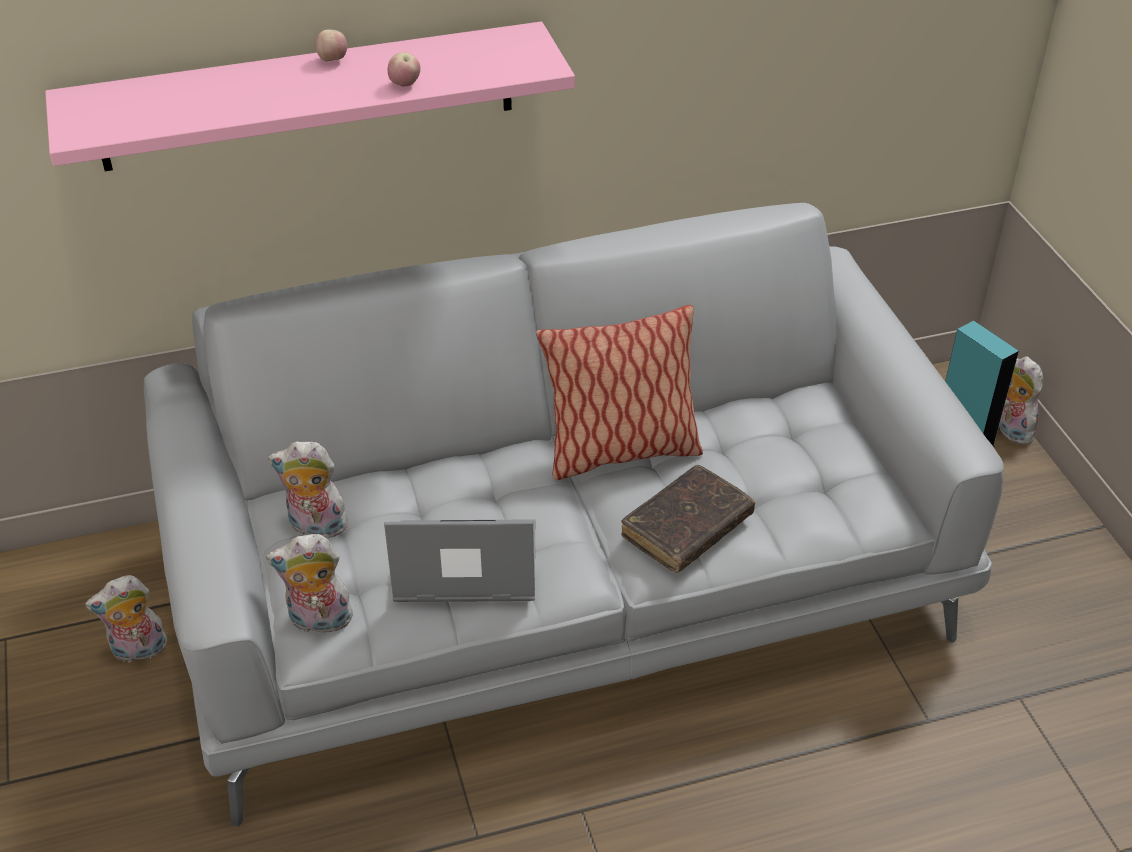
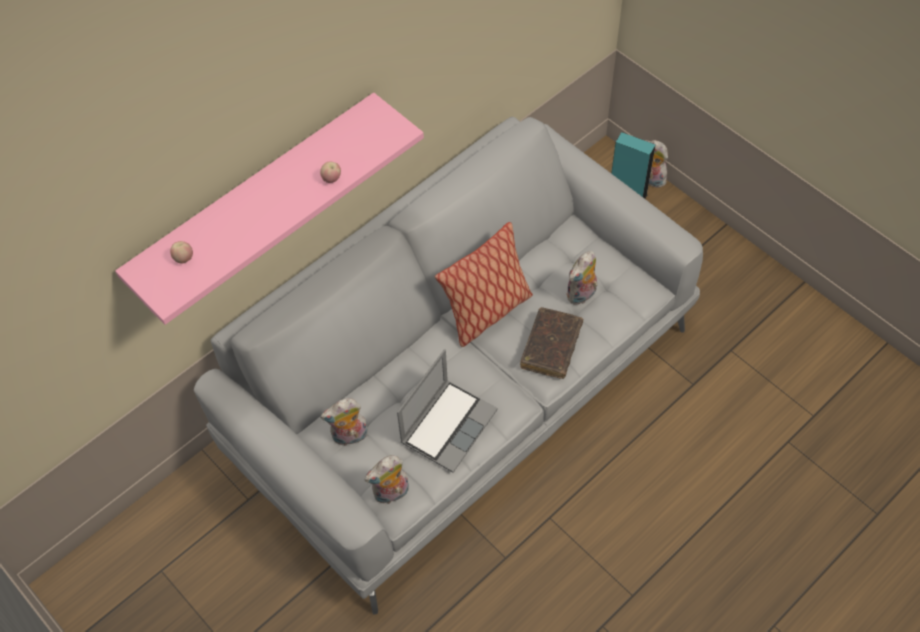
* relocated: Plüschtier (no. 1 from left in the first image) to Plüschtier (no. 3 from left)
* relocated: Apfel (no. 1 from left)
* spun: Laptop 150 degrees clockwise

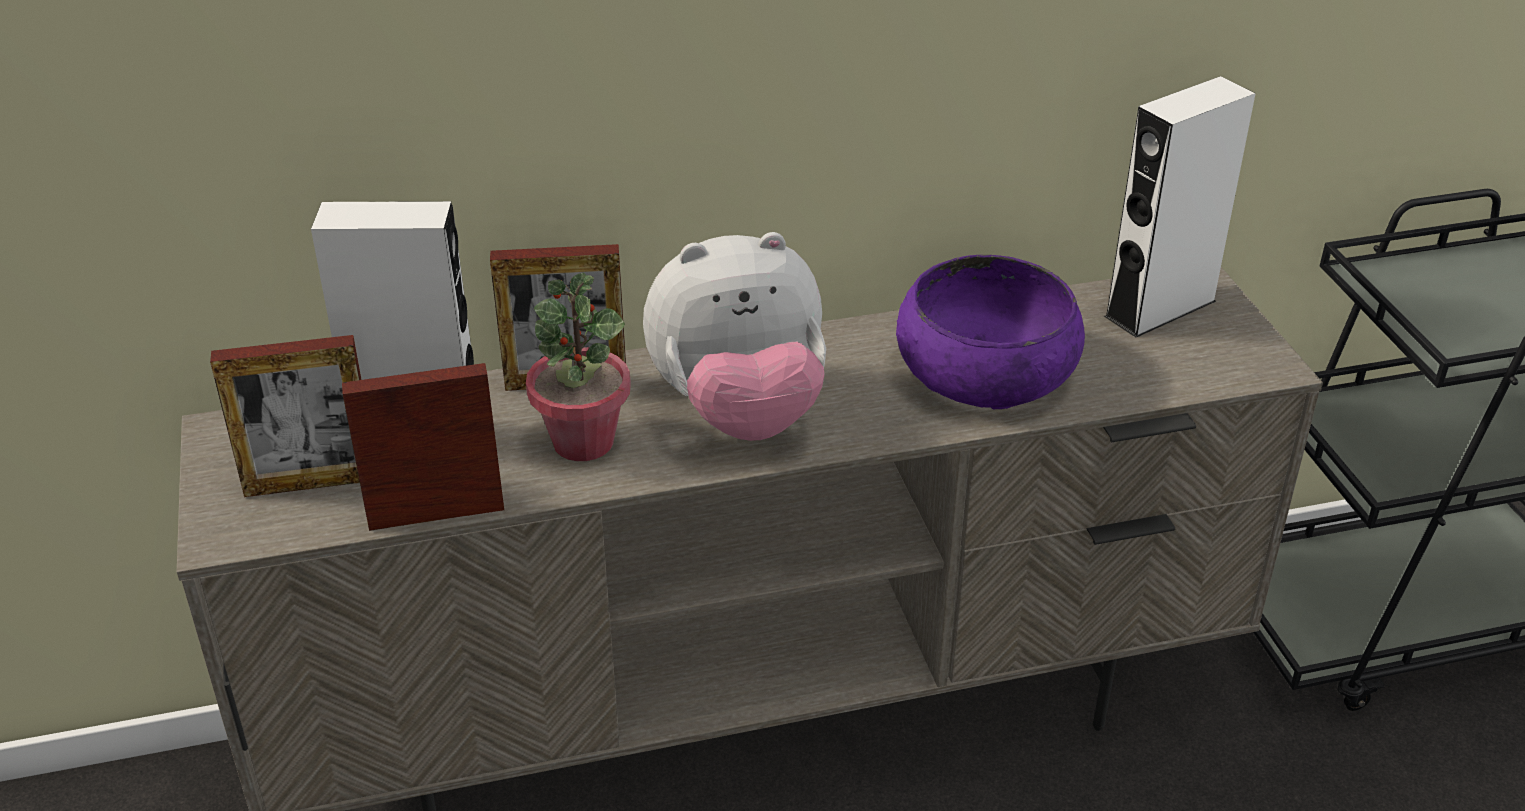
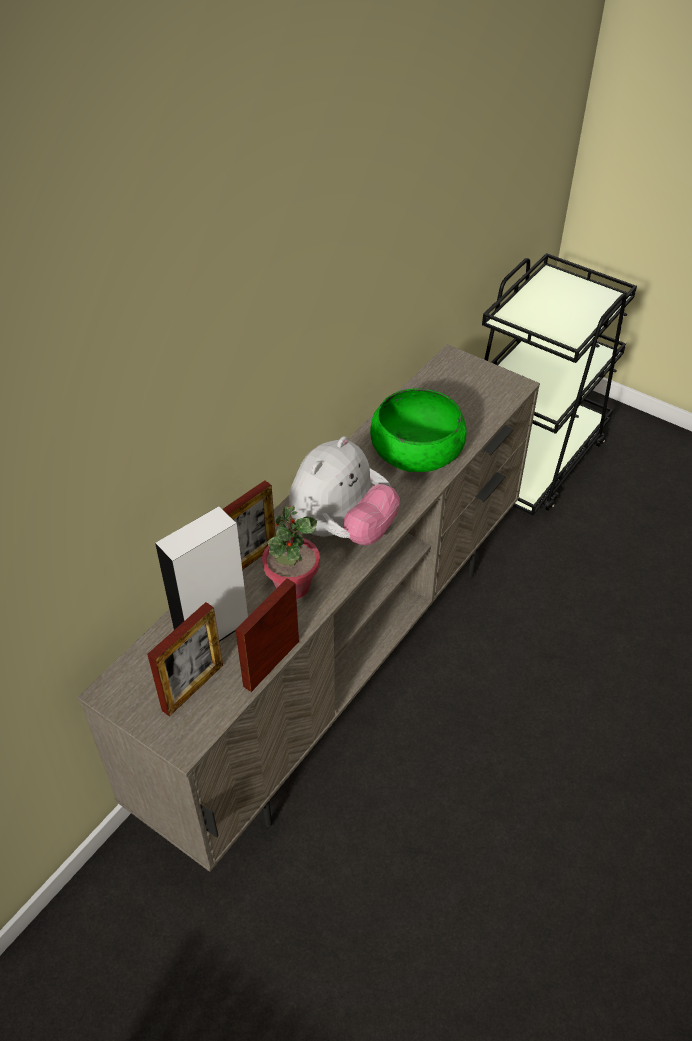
* missing: Lautsprecher [weiß] (no. 2 from left)
* colour: Schüssel [lila] to Schüssel [grün]

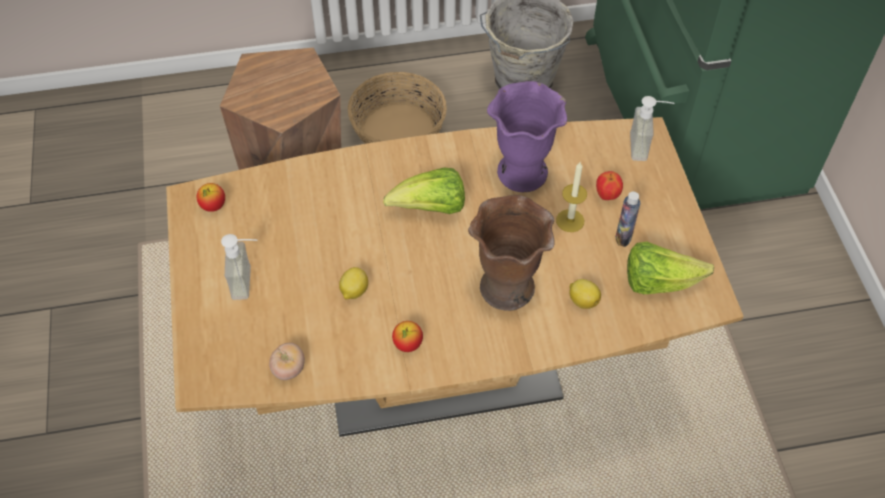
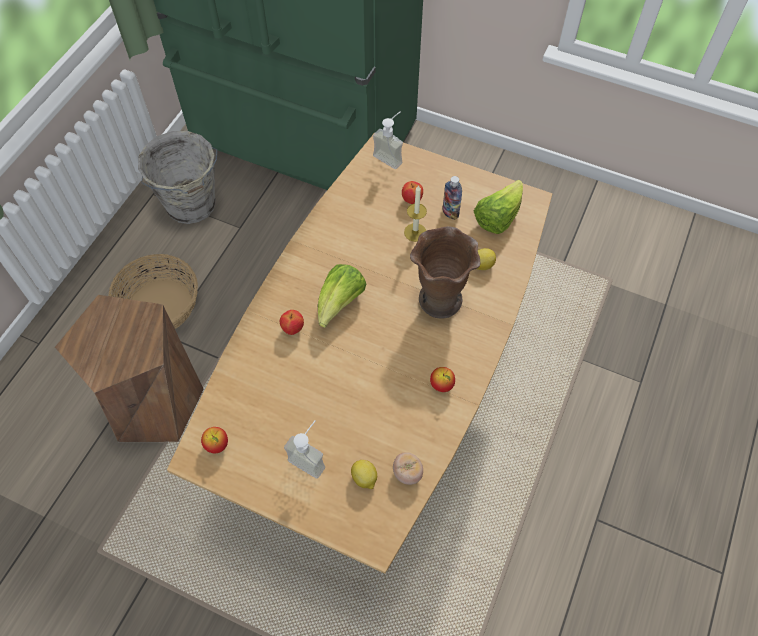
* missing: Vase [lila]
* appeared: Apfel (no. 2 from left)
* relocated: Zitrone (no. 1 from left)

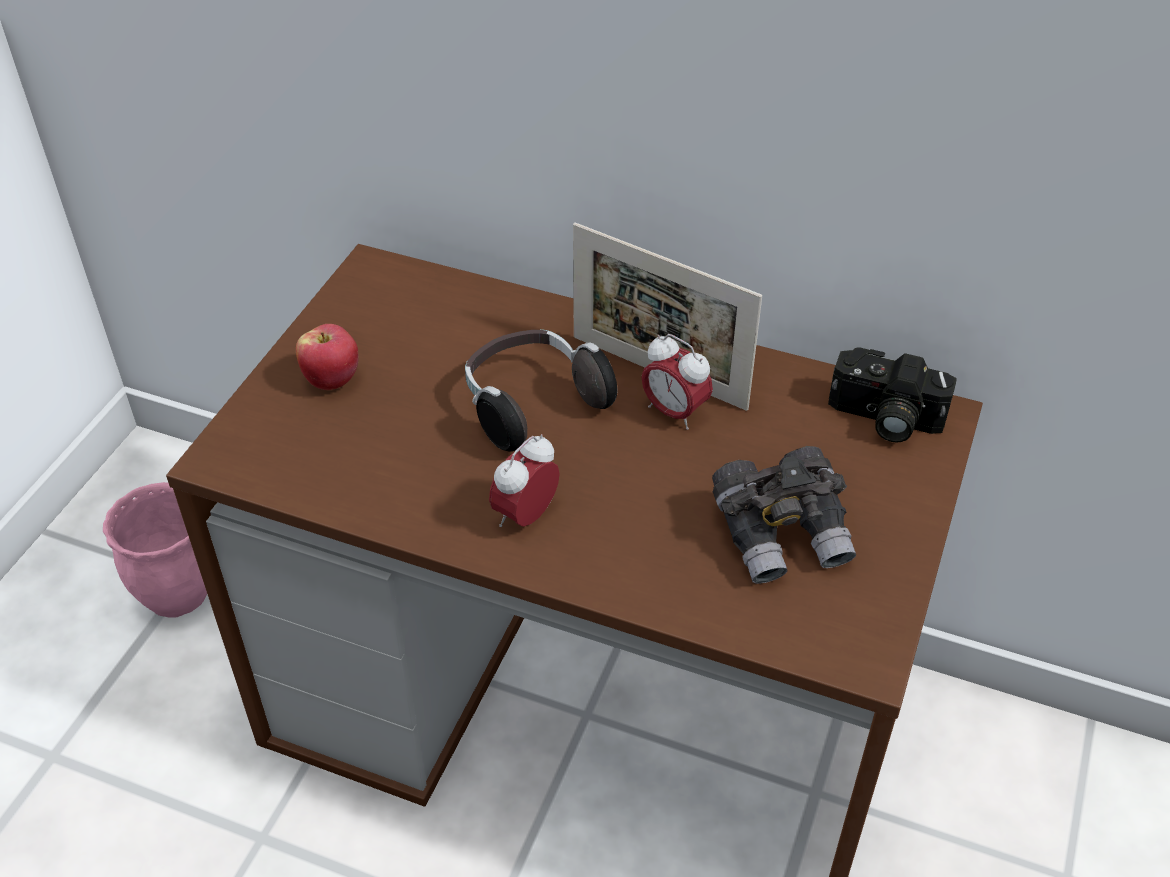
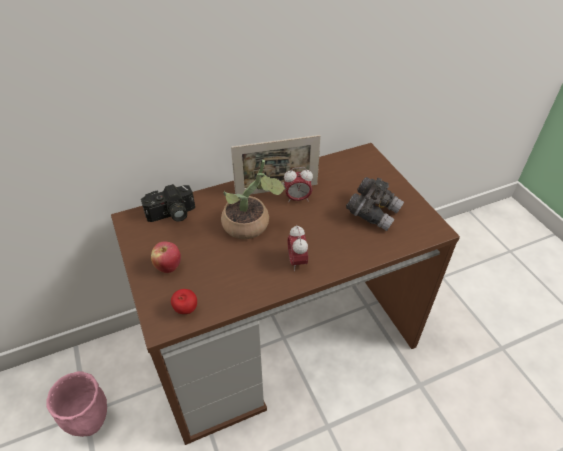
* appeared: Apfel (no. 2 from left)
* relocated: Kamera
* exchanged: Kopfhörer to Topfpflanze

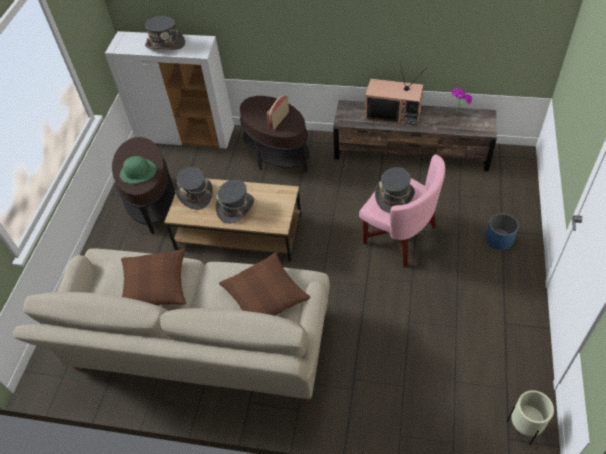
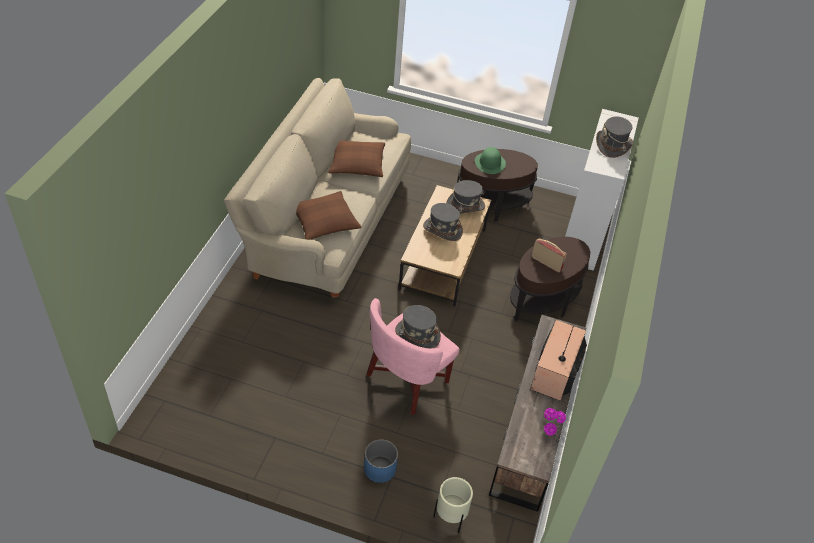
* relocated: Pflanzkübel [beige]

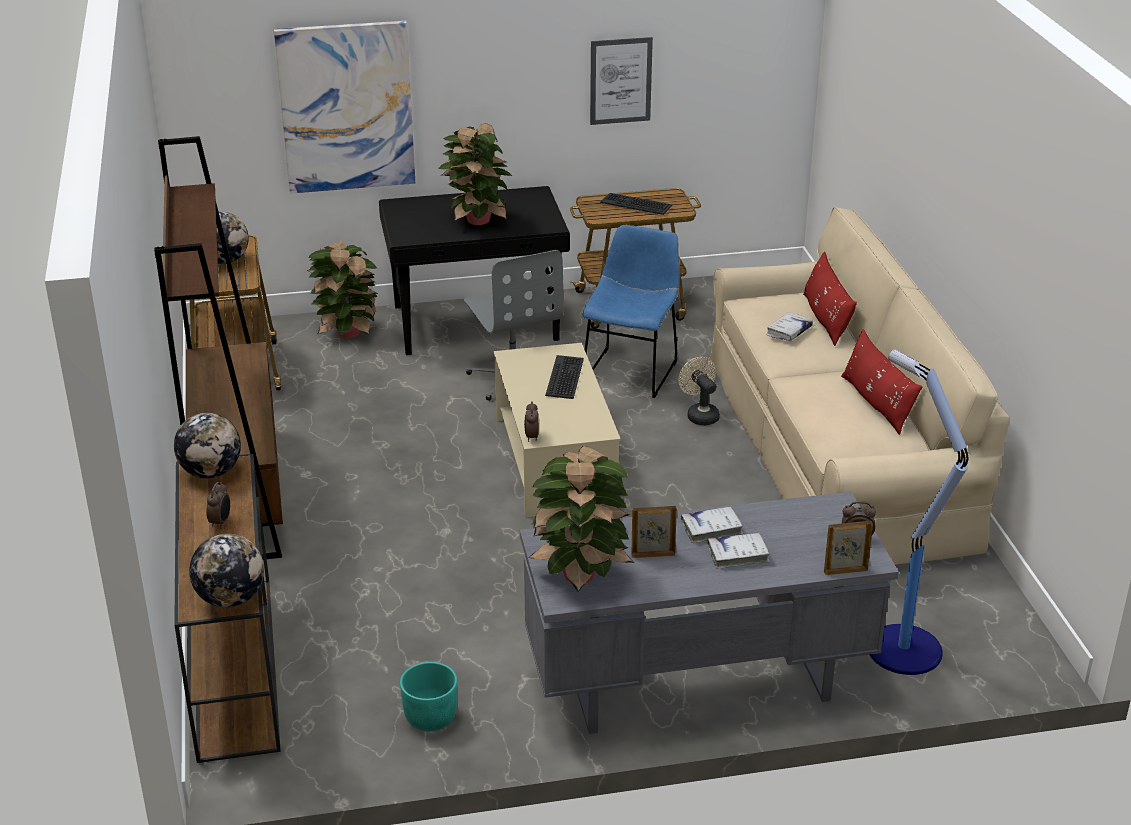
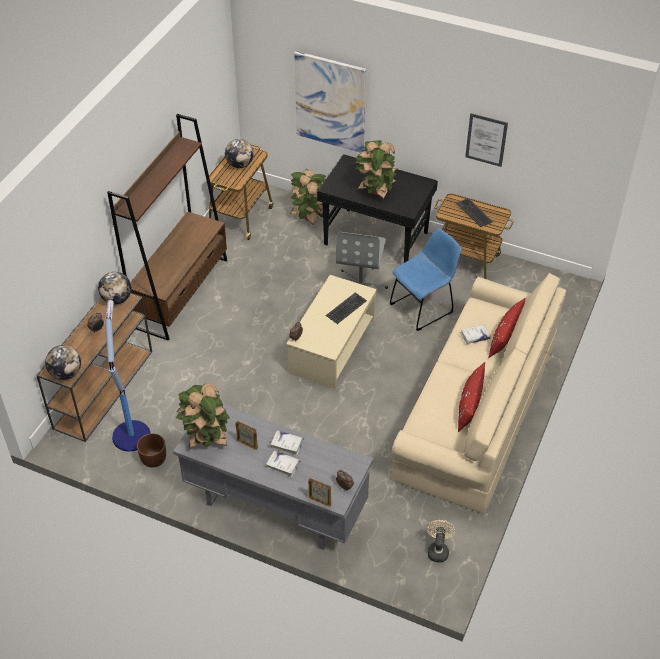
* relocated: Ventilator [beige]
* relocated: Stehlampe
* colour: Pflanzkübel [türkis] to Pflanzkübel [braun]

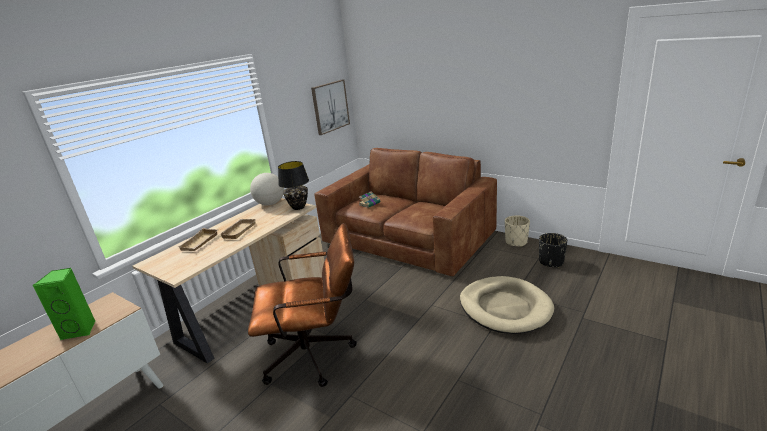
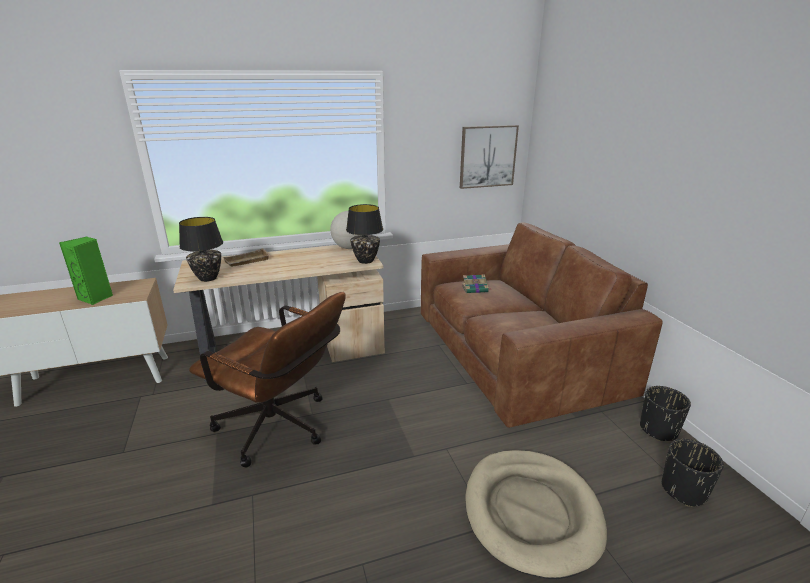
* missing: Tablett [beige] (no. 2 from left)
* appeared: Tischlampe [schwarz] (no. 1 from left)
* colour: Pflanzkübel [beige] to Pflanzkübel [schwarz] (no. 1 from left)

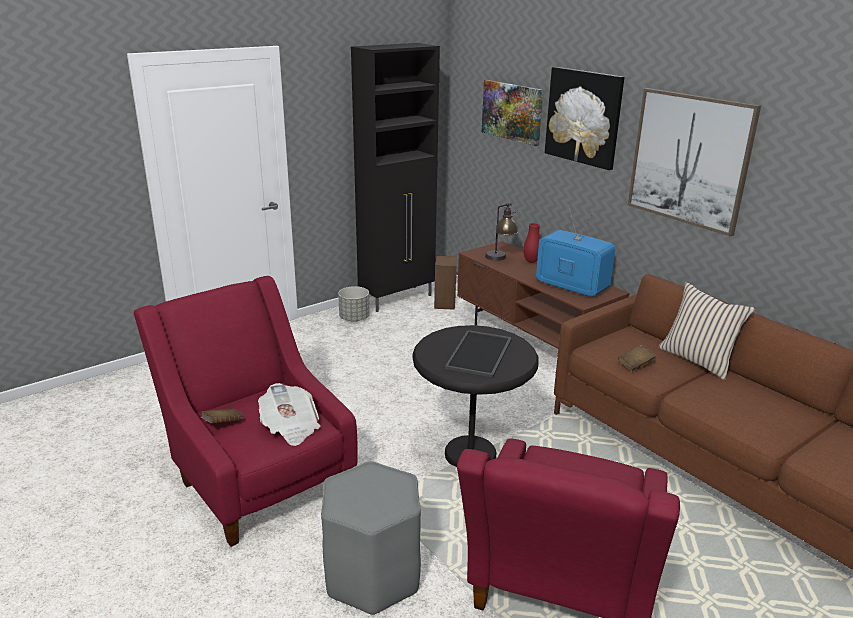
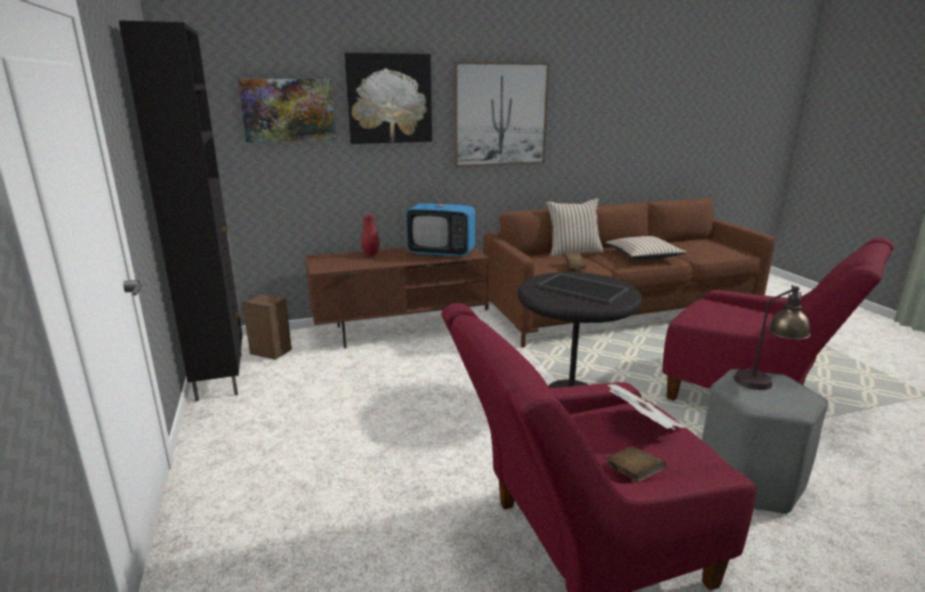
* missing: Pflanzkübel [grau]
* appeared: Kissen [beige] (no. 2 from left)
* relocated: Tischlampe
* spun: Fernseher 135 degrees counterclockwise

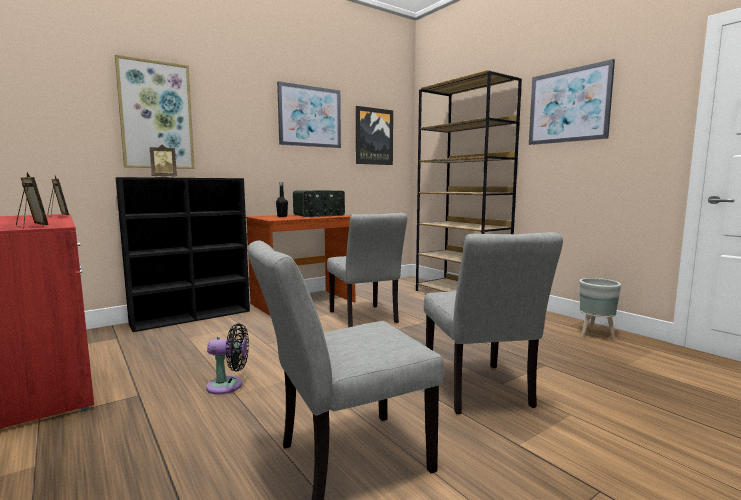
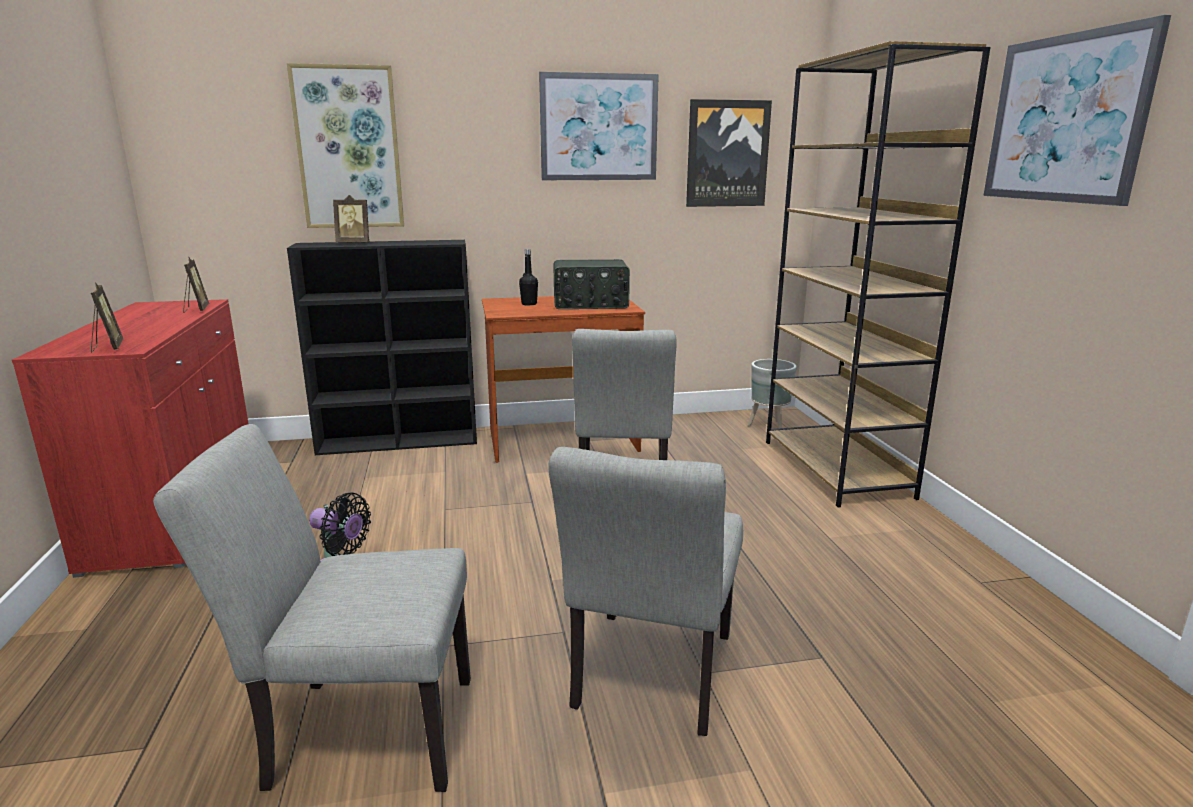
* relocated: Pflanzkübel [grau]

